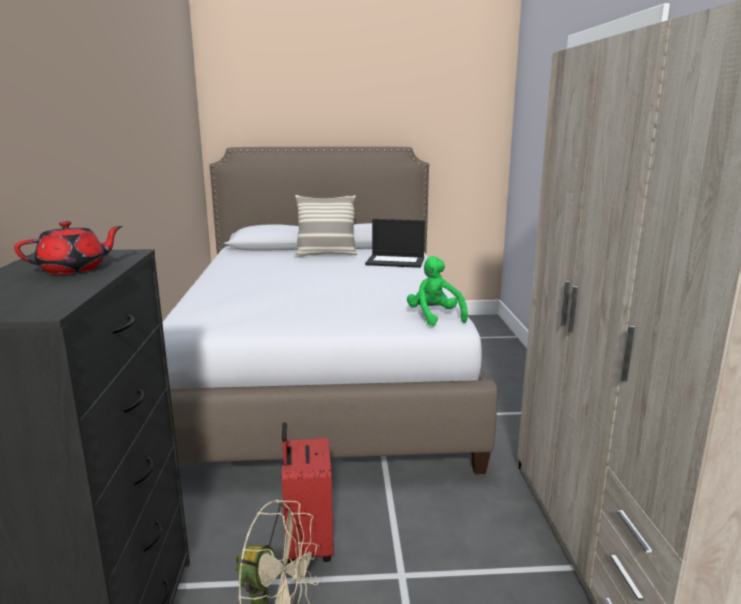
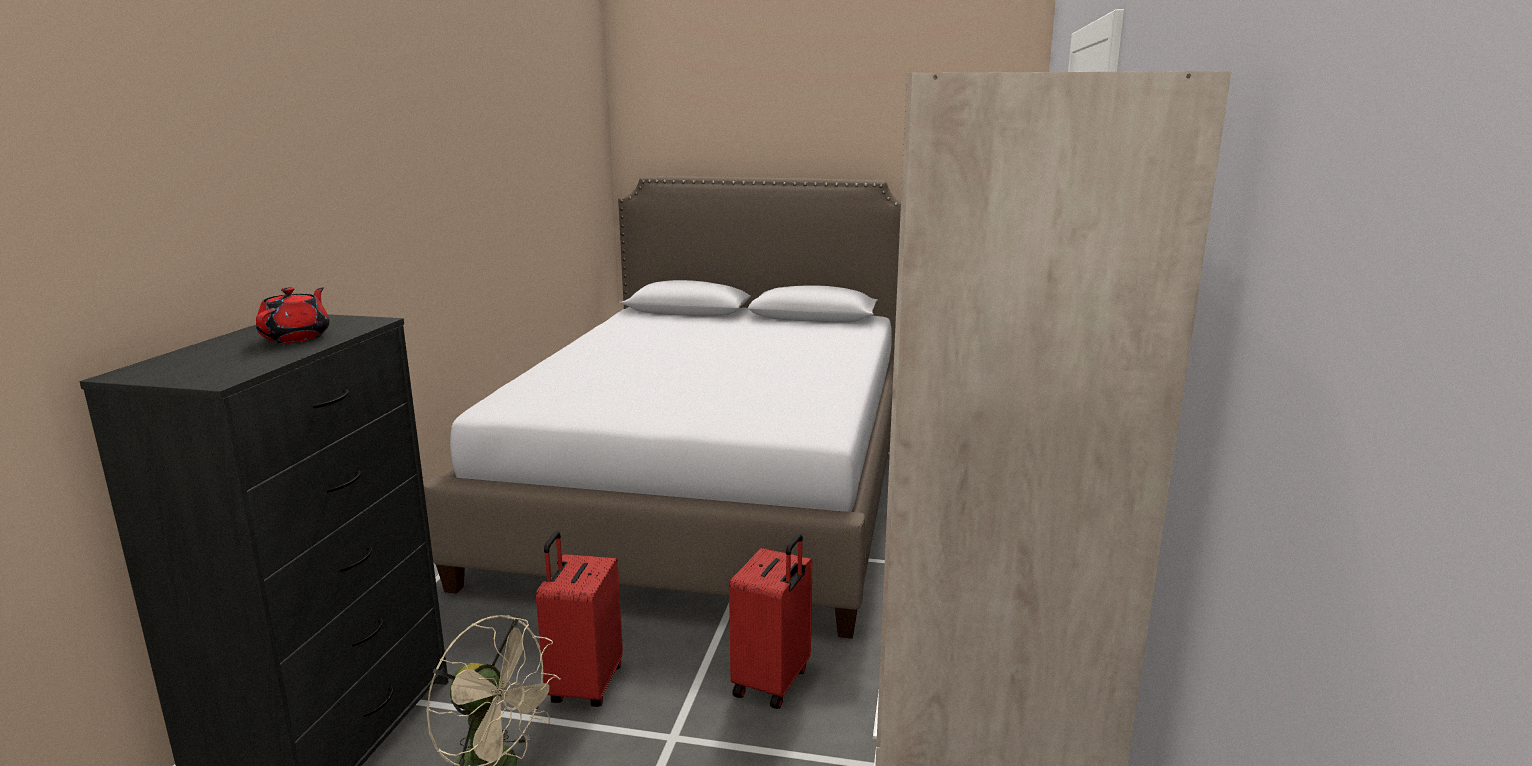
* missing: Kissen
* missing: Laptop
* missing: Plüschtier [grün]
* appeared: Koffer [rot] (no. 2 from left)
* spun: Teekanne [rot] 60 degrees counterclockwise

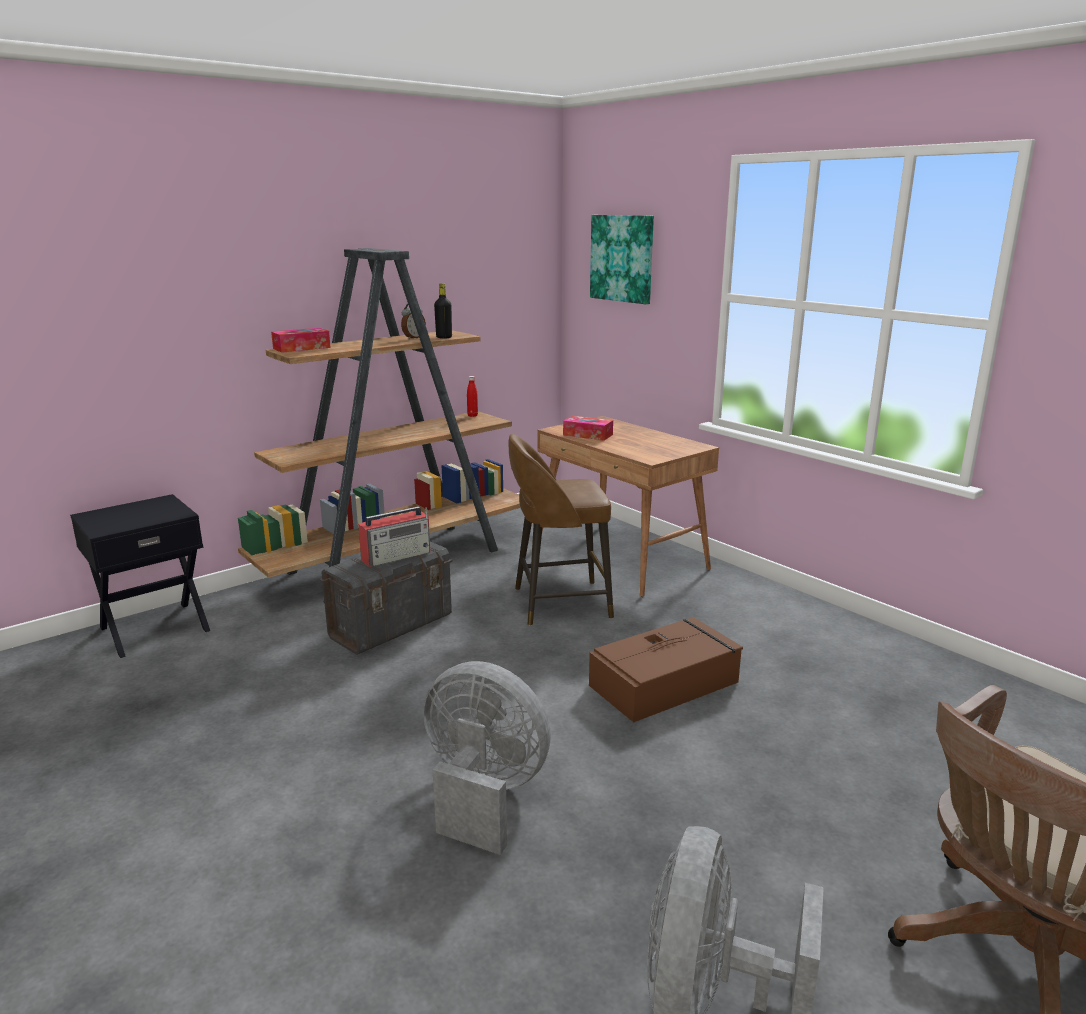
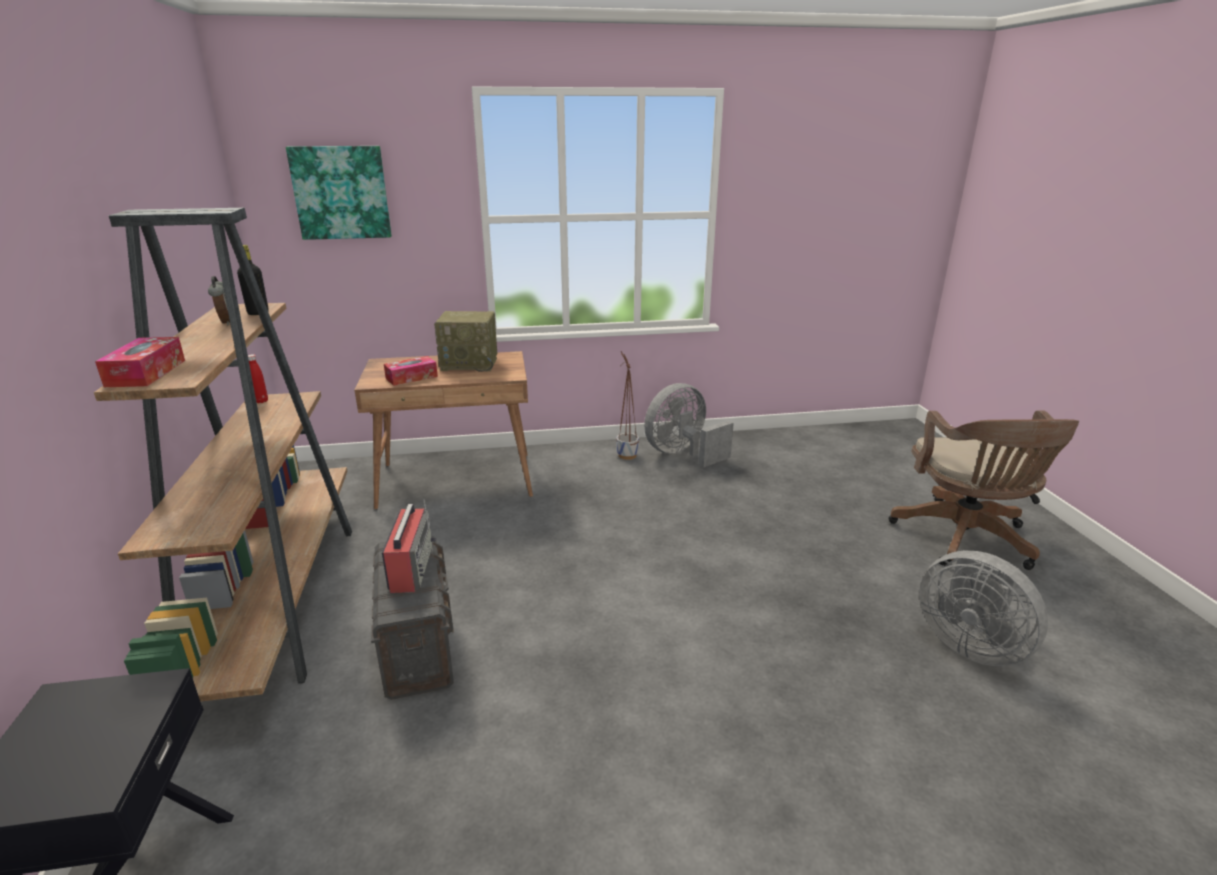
* missing: Hocker [braun]
* missing: Aufbewahrungsbox [braun]
* appeared: Radio (no. 2 from left)
* appeared: Pflanzkübel
* relocated: Ventilator [grau] (no. 1 from left)

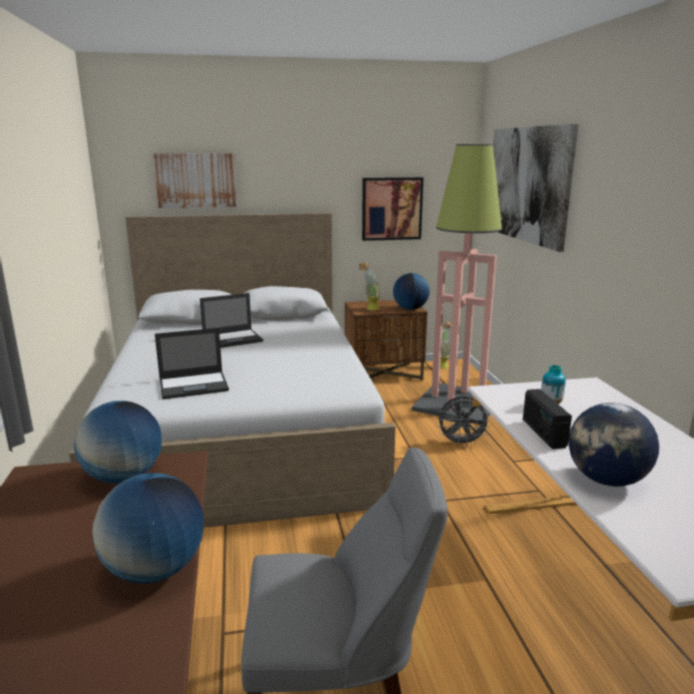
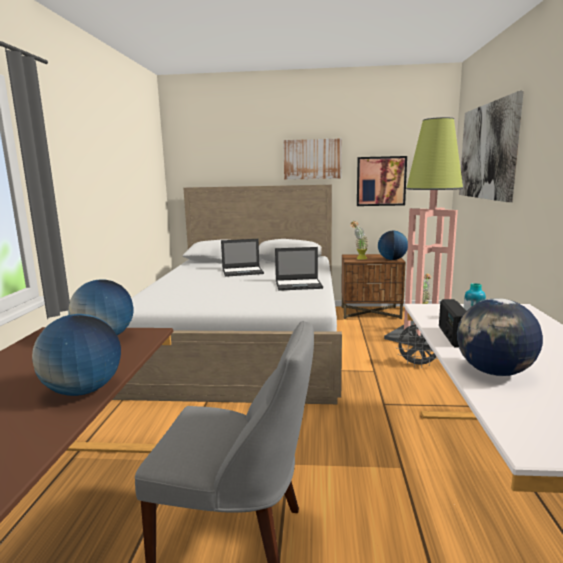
* relocated: Bild (no. 1 from left)
* relocated: Laptop (no. 1 from left in the first image) to Laptop (no. 2 from left)

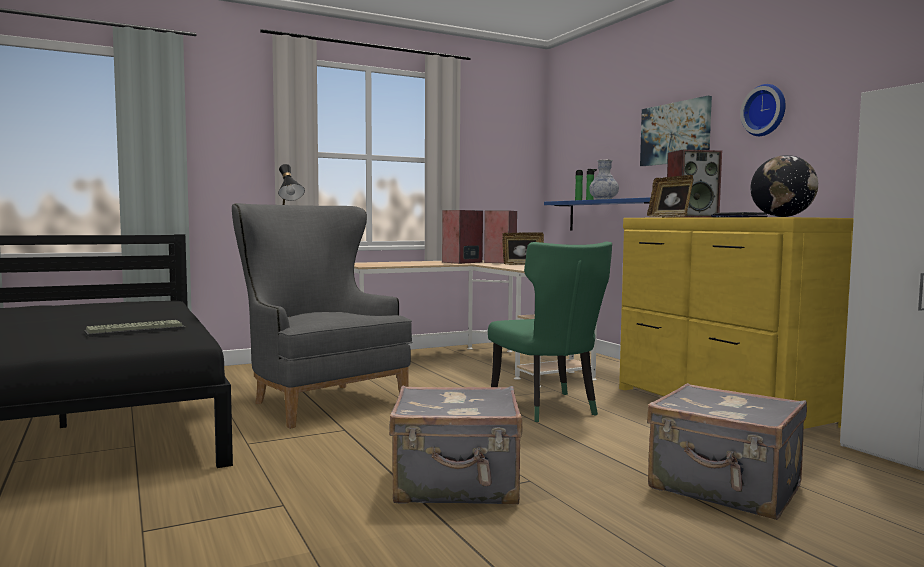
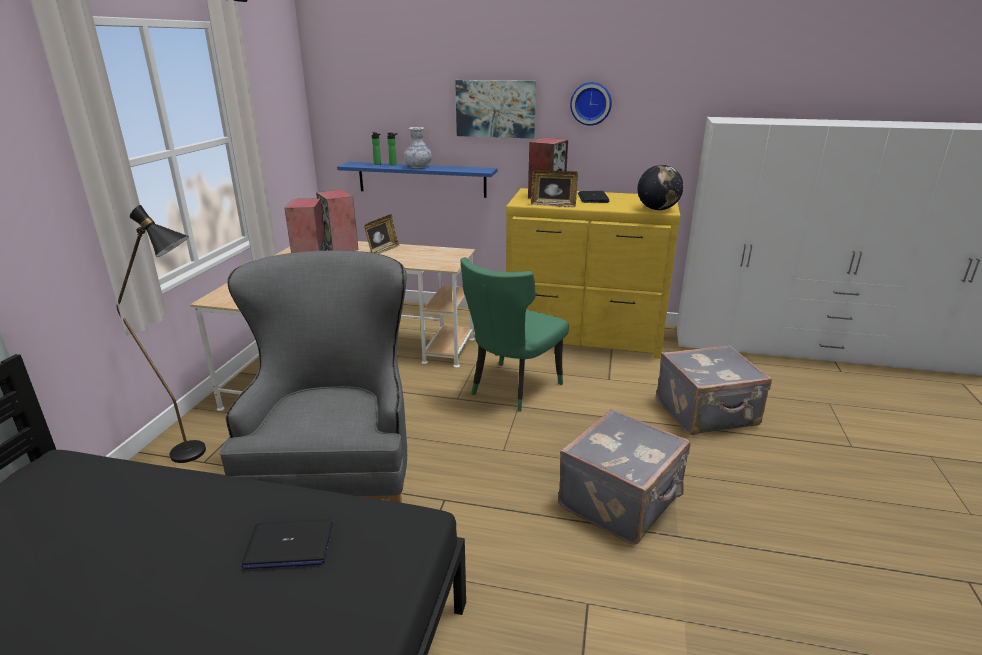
* exchanged: Tastatur to Laptop (no. 1 from left)
* spun: Sessel [grau] 90 degrees clockwise
* spun: Stuhl [grün] 105 degrees clockwise

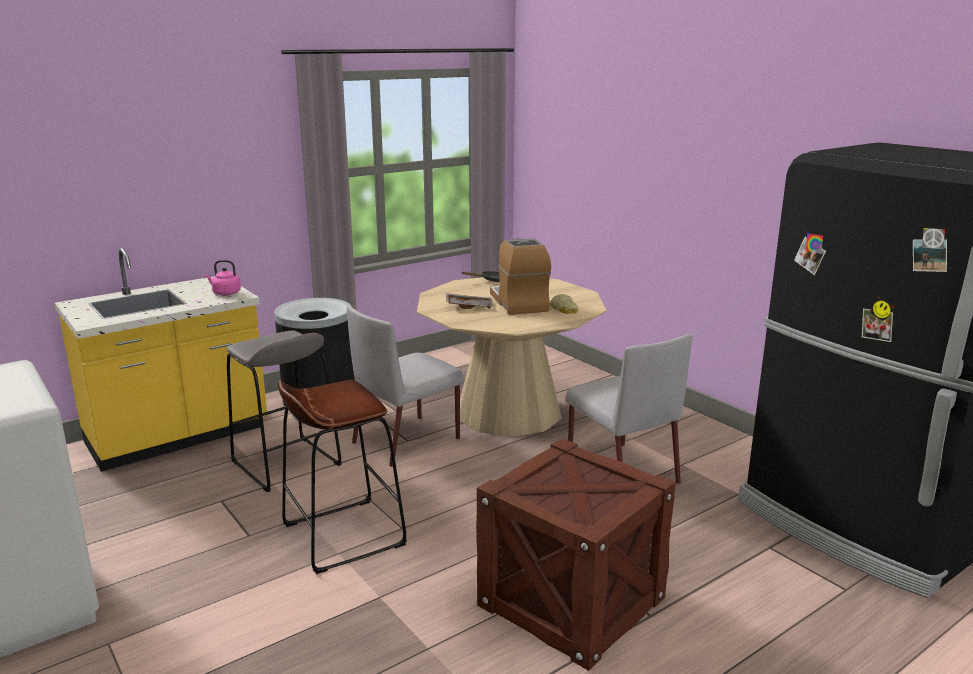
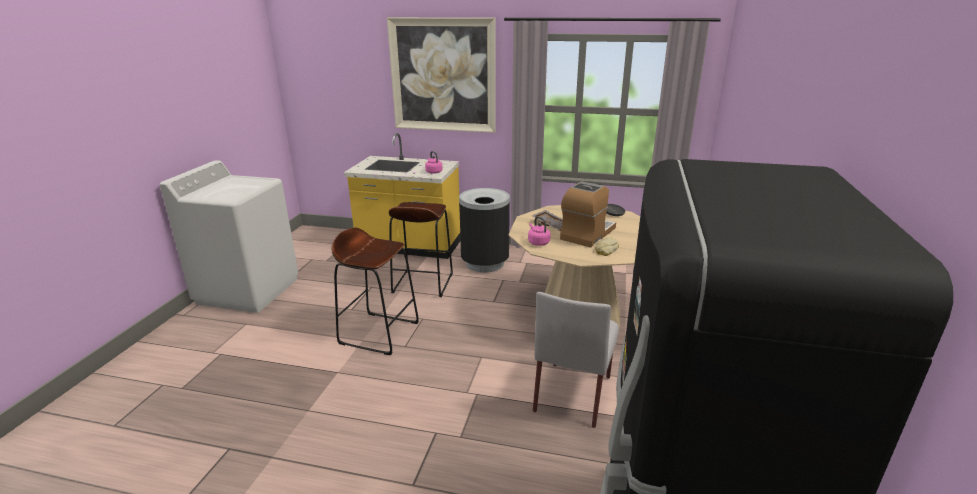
* missing: Stuhl [grau] (no. 1 from left)
* missing: Kiste
* appeared: Bild
* appeared: Wasserkessel [rosa] (no. 2 from left)
* colour: Hocker [grau] to Hocker [braun] (no. 2 from left)

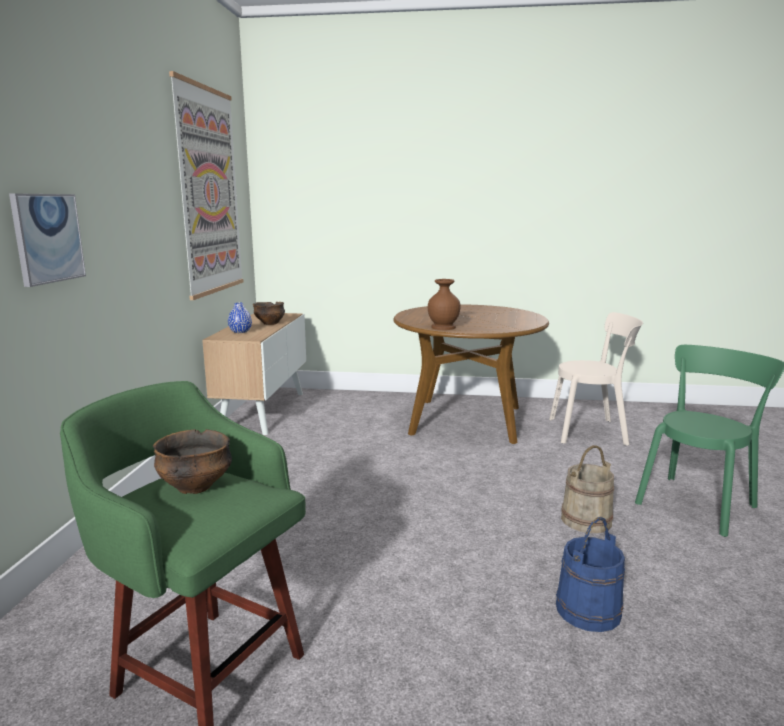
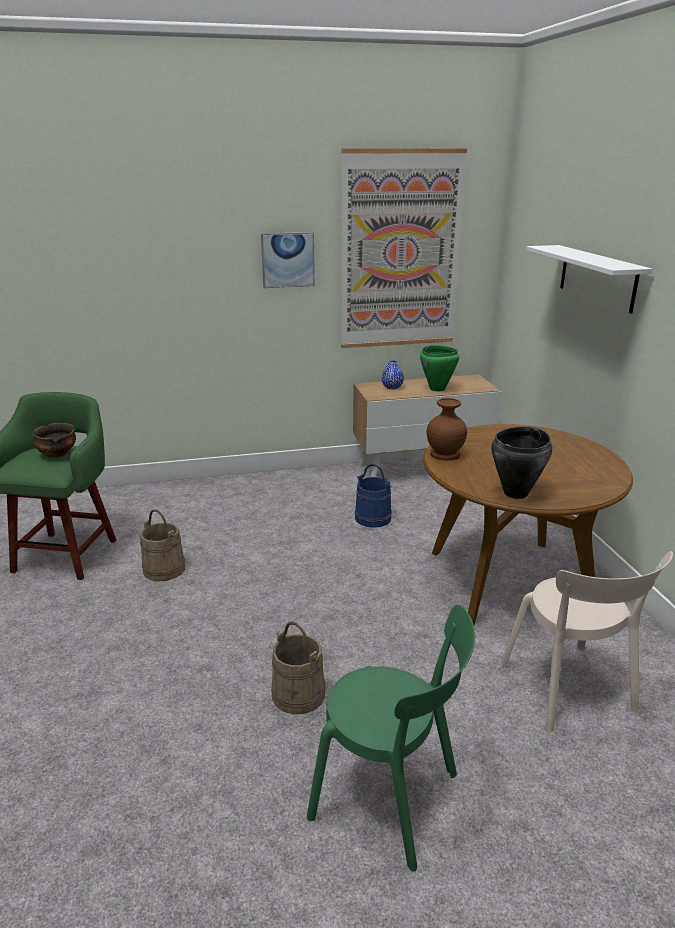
* appeared: Eimer [beige] (no. 1 from left)
* appeared: Kochtopf [schwarz]
* appeared: Wandregal [weiß]
* relocated: Bild (no. 1 from left)
* relocated: Eimer [blau]
* exchanged: Schüssel (no. 2 from left) to Kochtopf [grün]

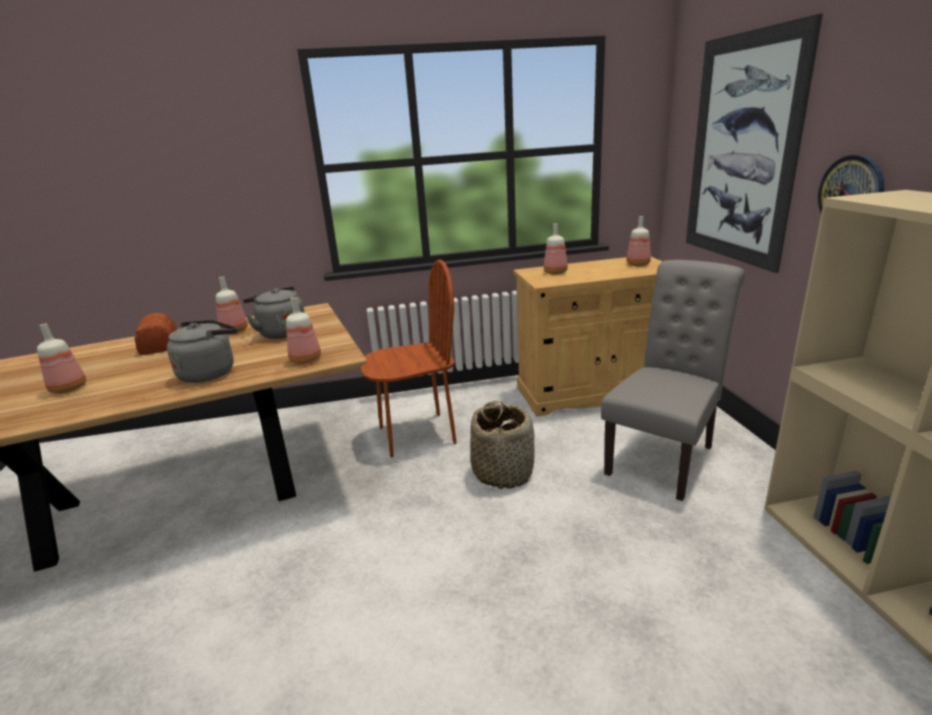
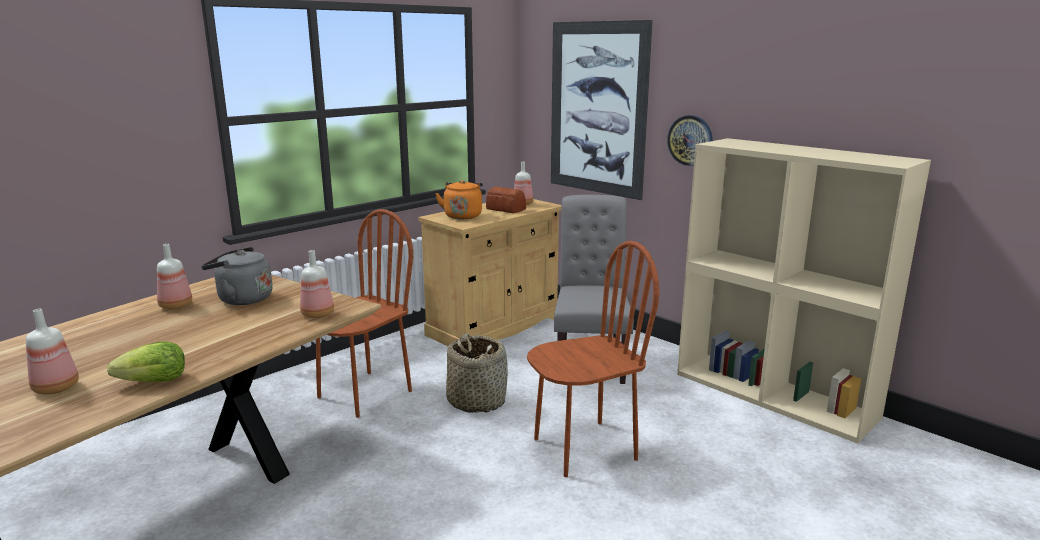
* missing: Wasserkessel [grau] (no. 1 from left)
* appeared: Salatkopf
* appeared: Stuhl [braun] (no. 2 from left)
* relocated: Brot
* exchanged: Flasche (no. 4 from left) to Wasserkessel [orange]

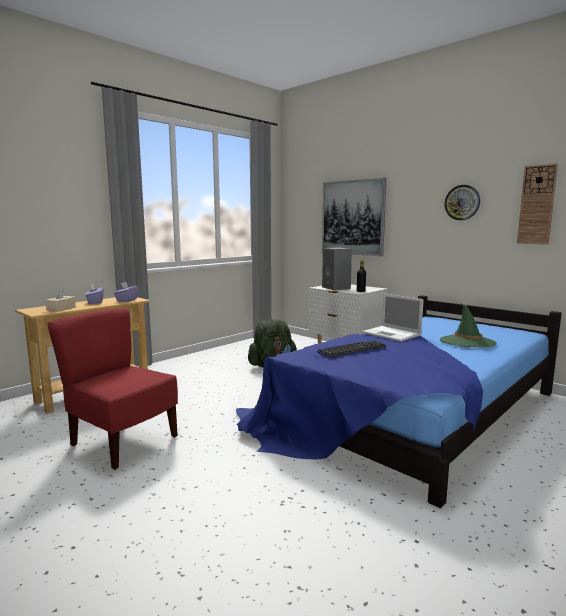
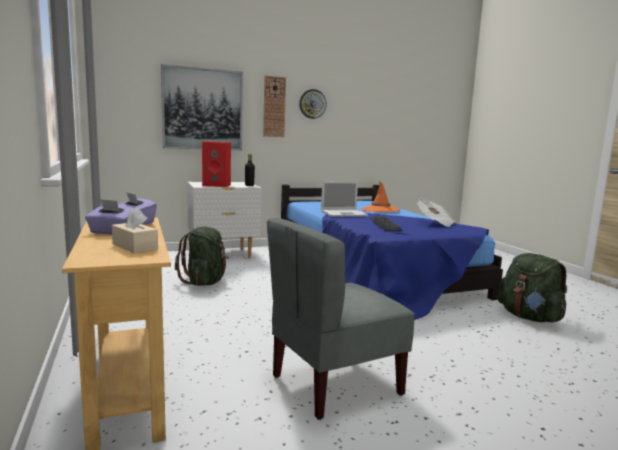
* appeared: Zeitung
* appeared: Rucksack [grün] (no. 2 from left)
* relocated: Wanduhr (no. 2 from left in the first image) to Wanduhr (no. 1 from left)
* colour: Stuhl [rot] to Stuhl [grau]
* colour: Lautsprecher [grau] to Lautsprecher [rot]
* colour: Hut [grün] to Hut [orange]

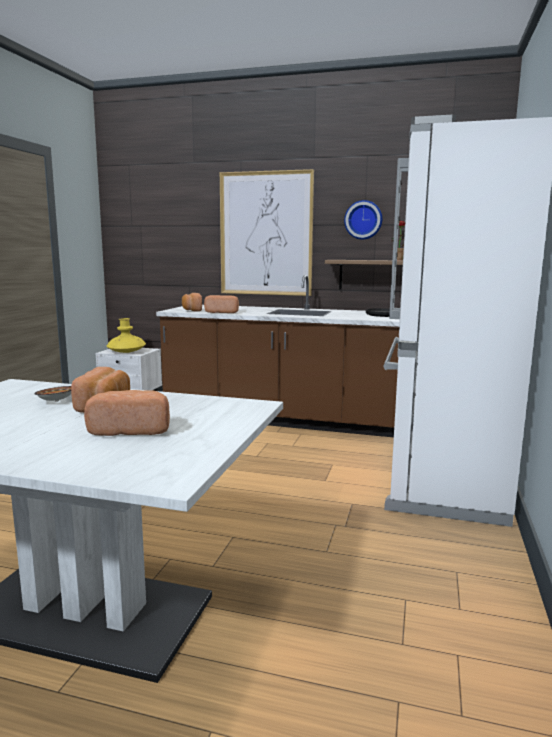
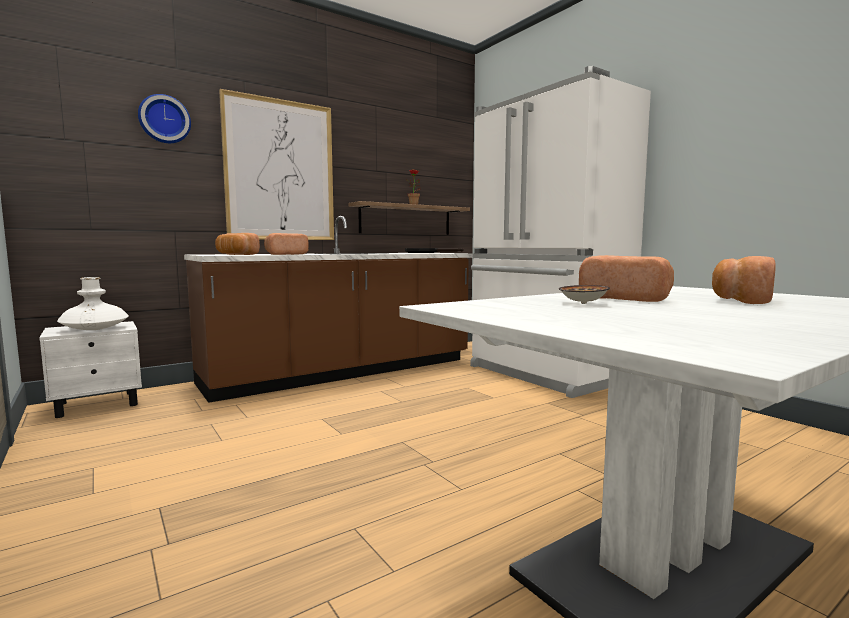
* relocated: Wanduhr
* colour: Vase [gelb] to Vase [weiß]

